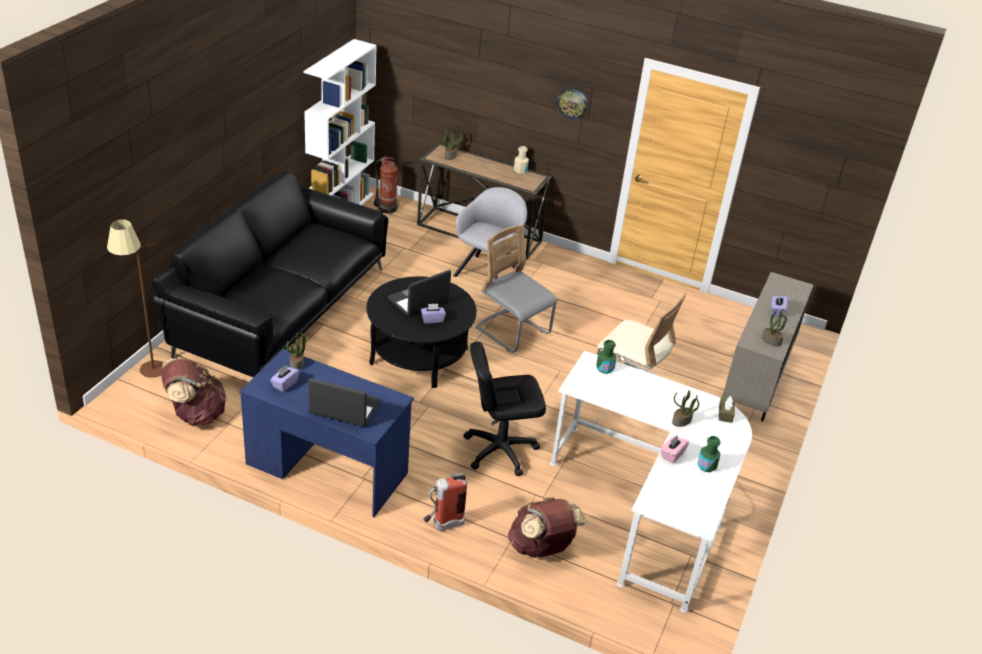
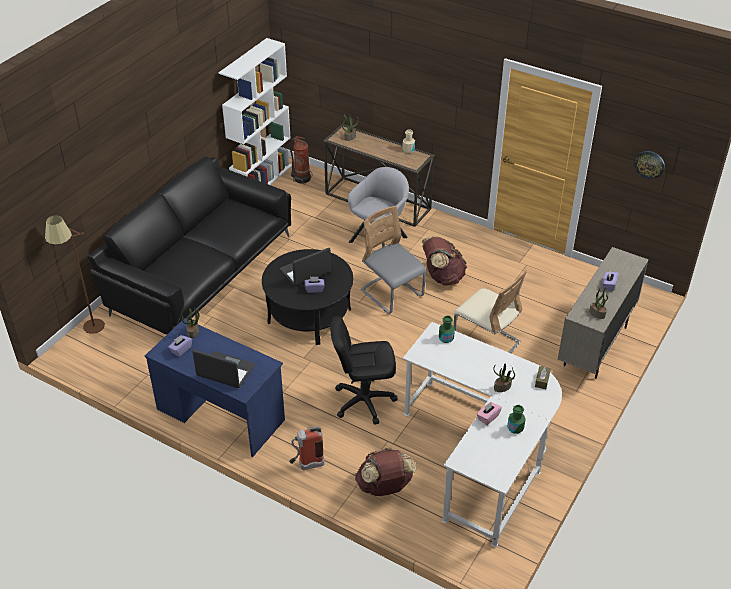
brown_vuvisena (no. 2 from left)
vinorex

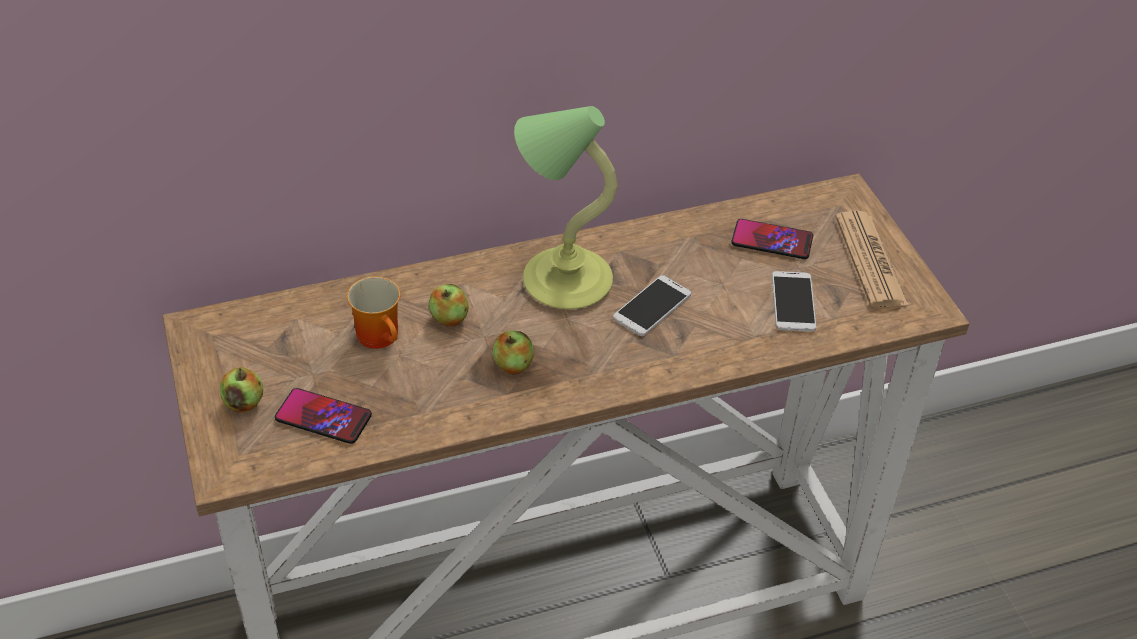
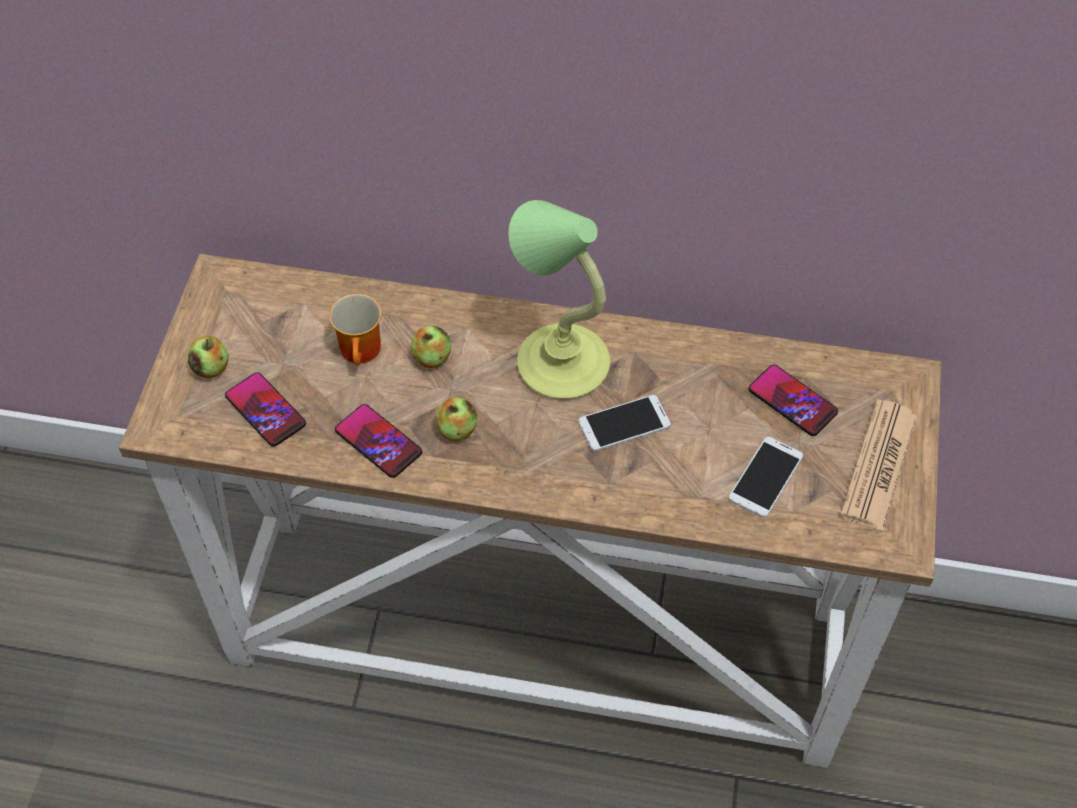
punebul (no. 2 from left)

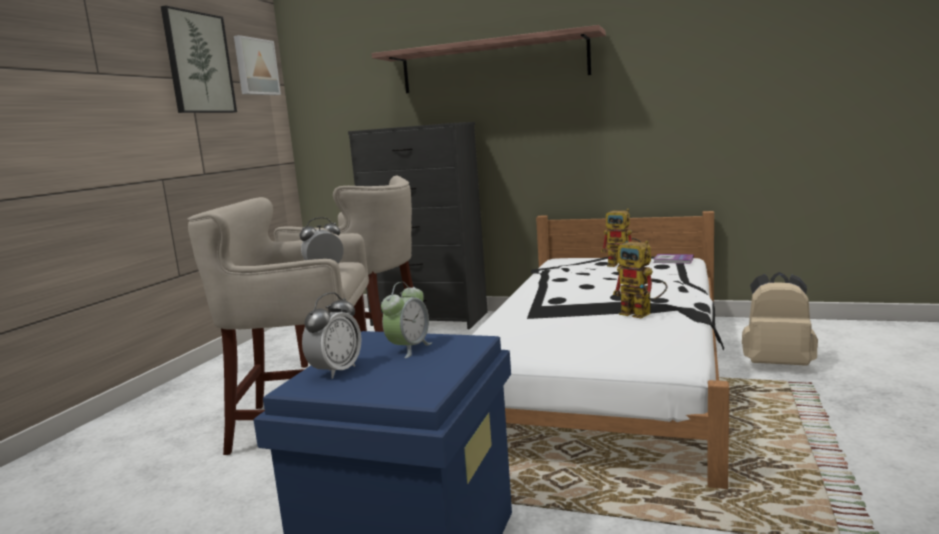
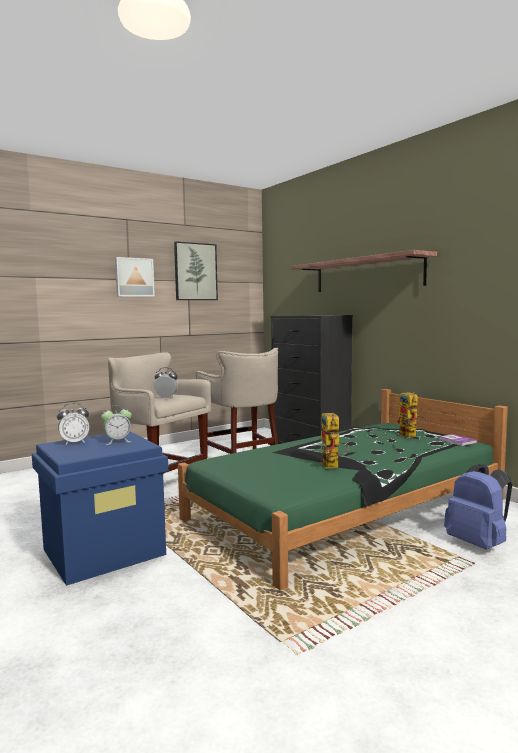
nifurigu (no. 1 from left)
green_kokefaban
blue_vuvisena

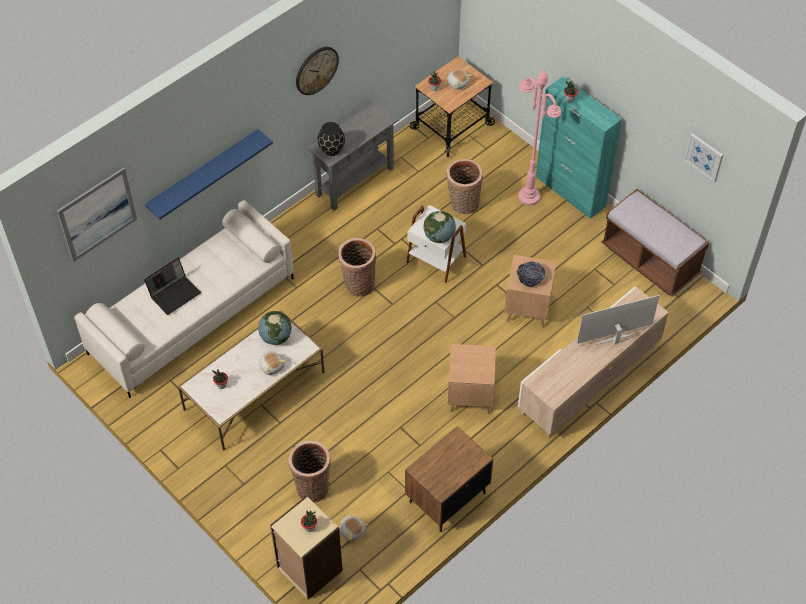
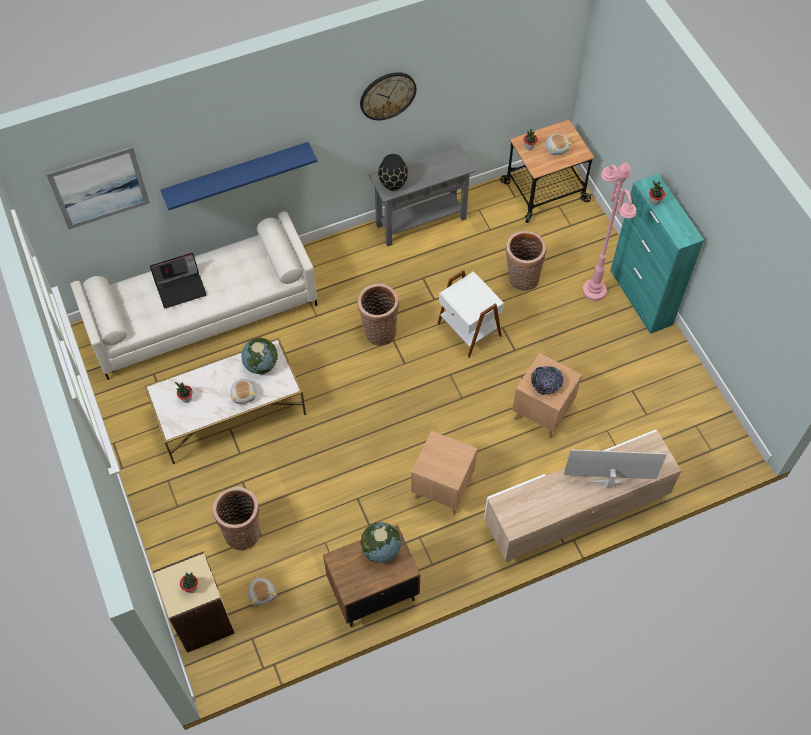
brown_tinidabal
nifurigu (no. 2 from left in the first image)
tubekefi (no. 2 from left)

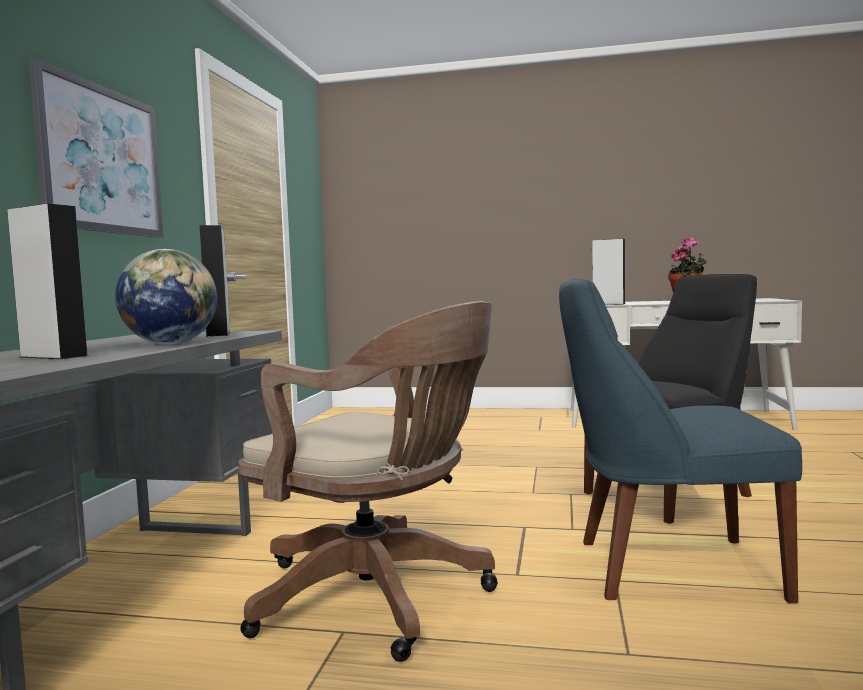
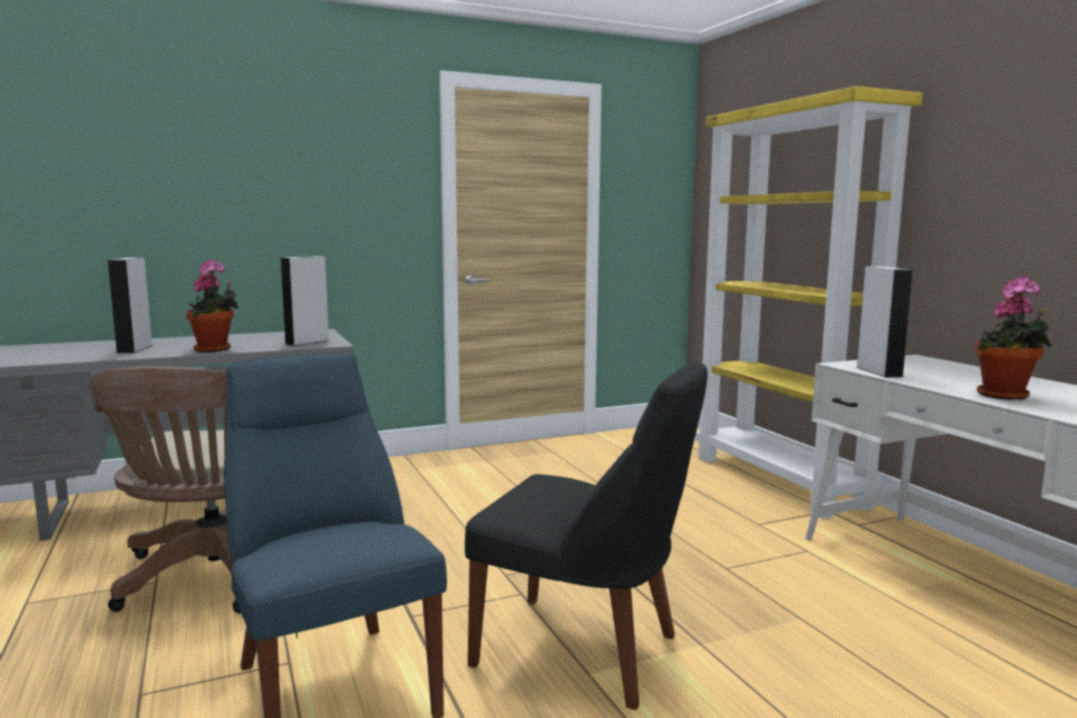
nifurigu
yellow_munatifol
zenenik (no. 1 from left)

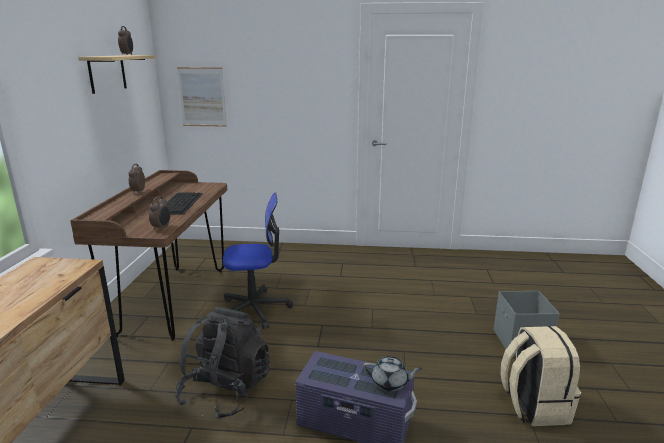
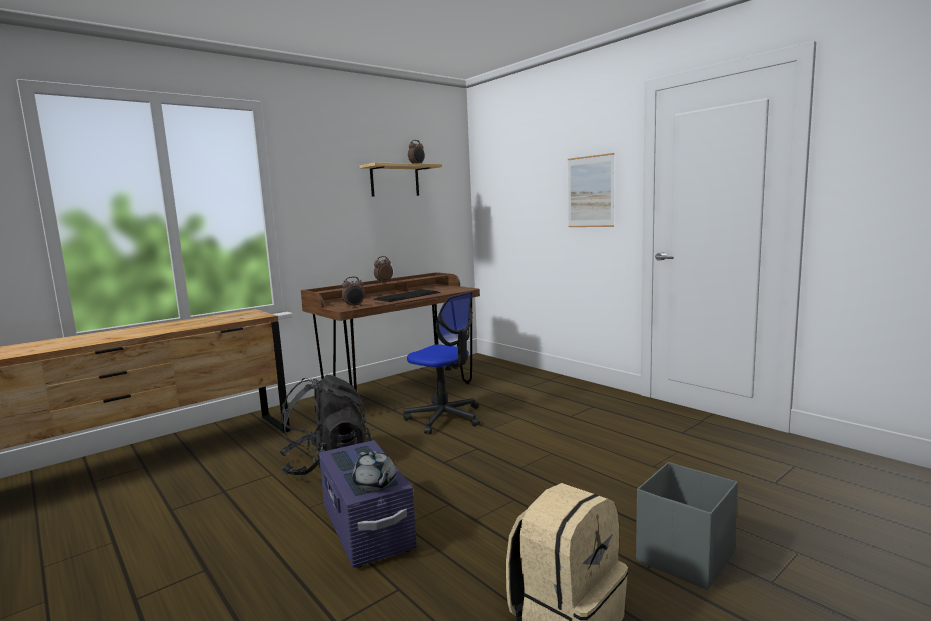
nifurigu

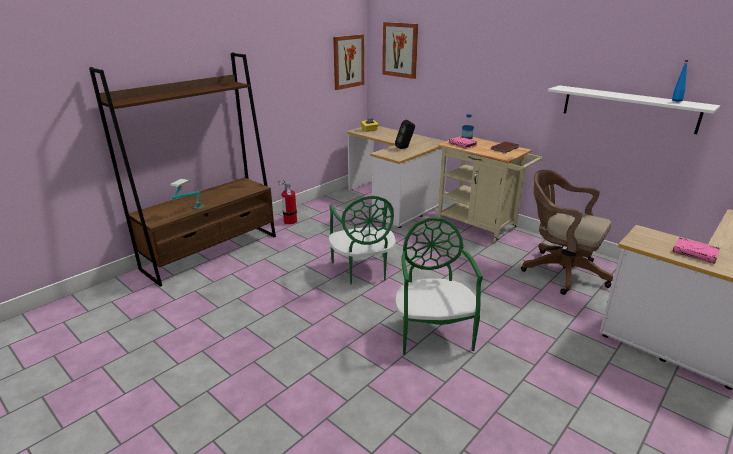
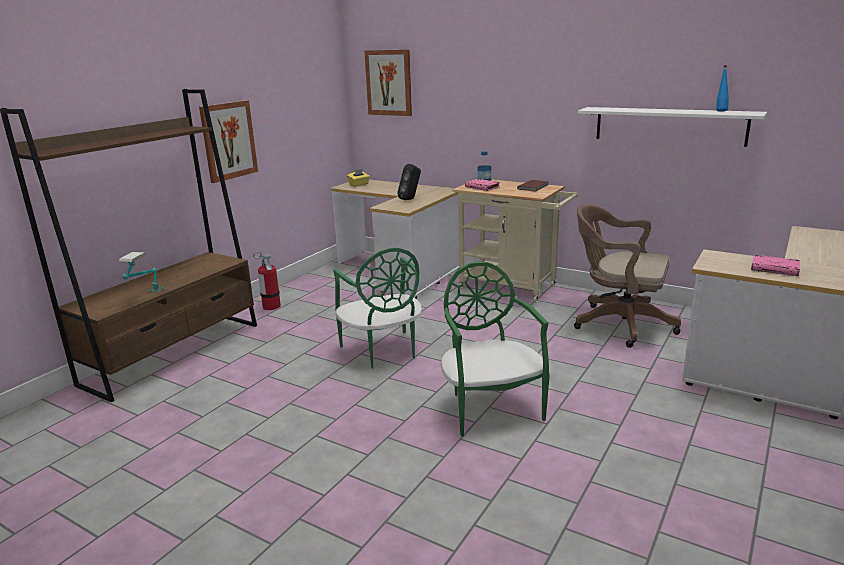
nifurigu (no. 1 from left)

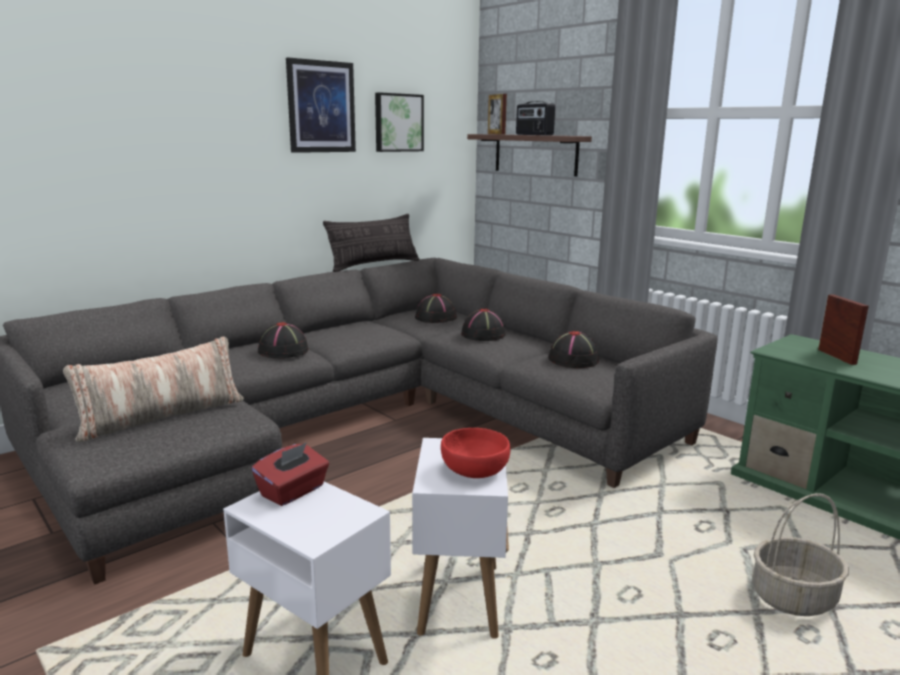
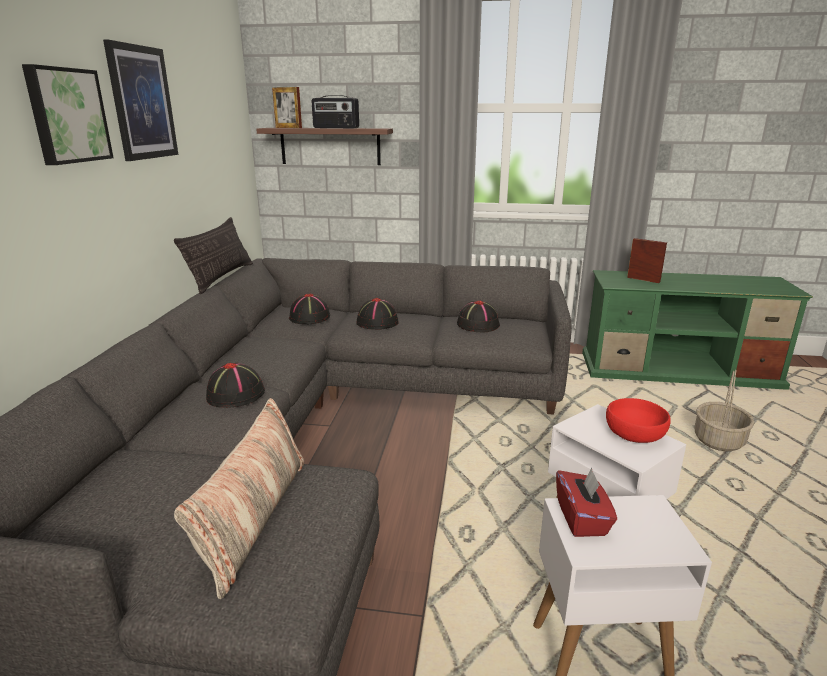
nifurigu (no. 1 from left)

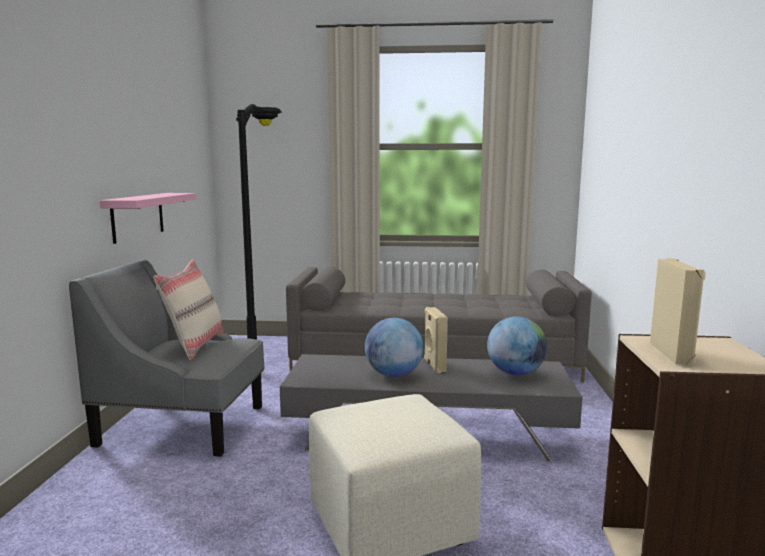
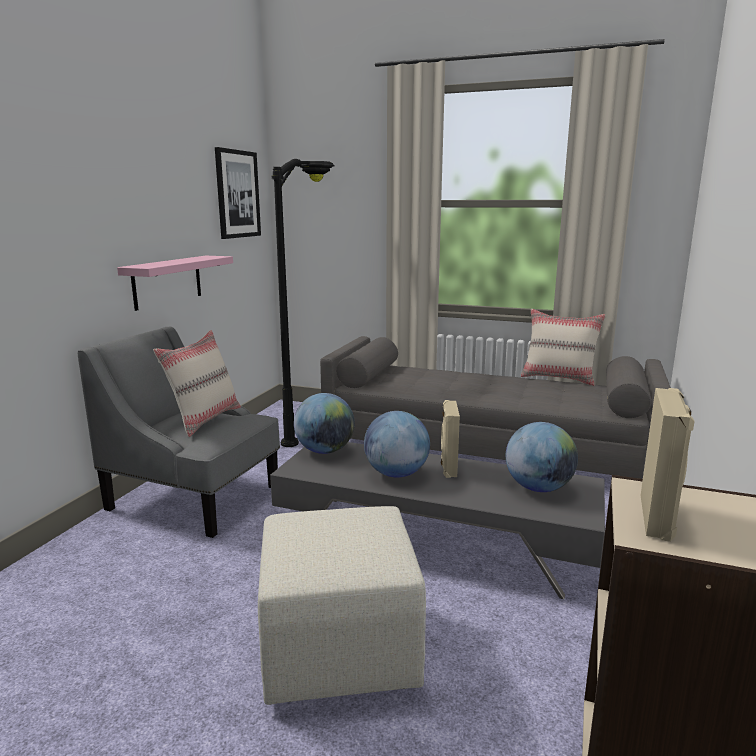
nifurigu
tubekefi (no. 1 from left)
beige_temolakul (no. 2 from left)

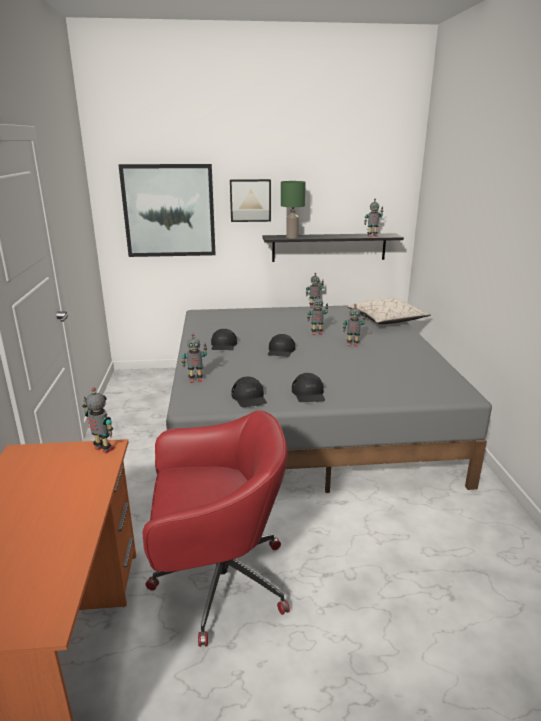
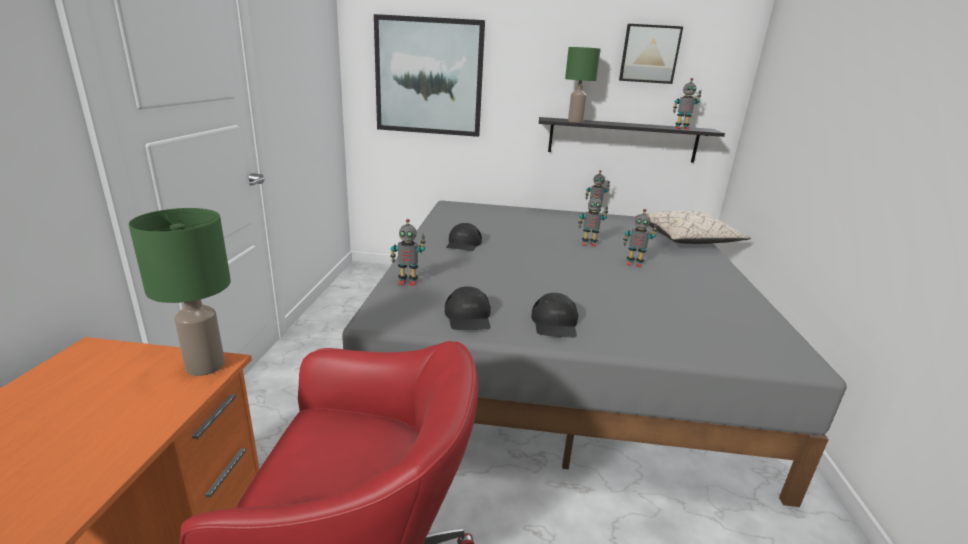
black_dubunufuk (no. 3 from left in the first image)
nifurigu (no. 2 from left)
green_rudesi (no. 1 from left)

